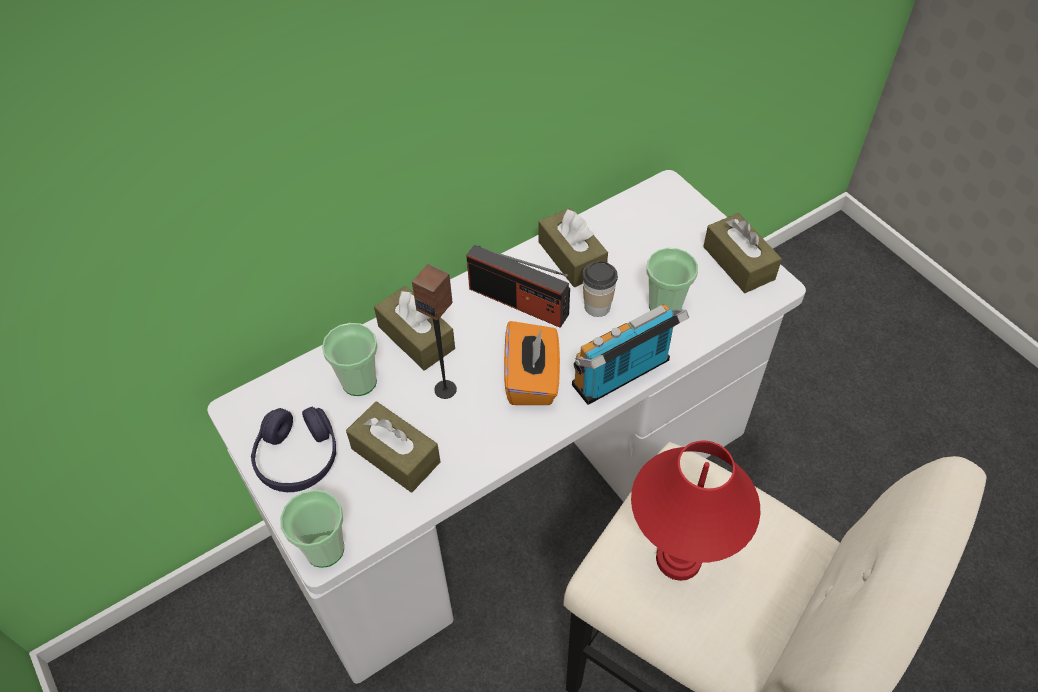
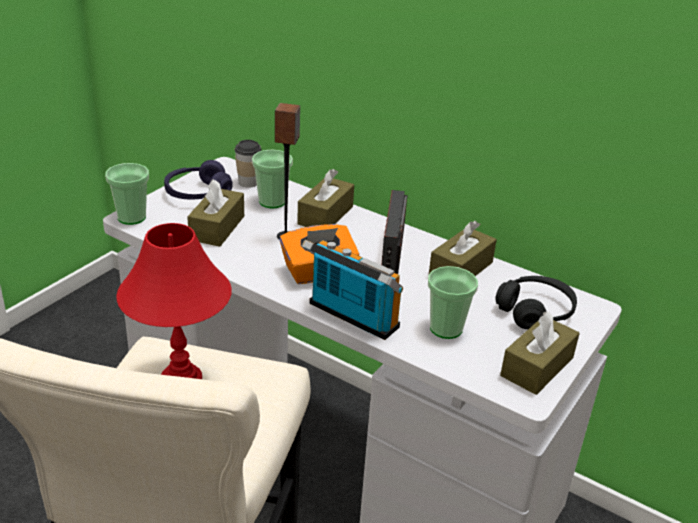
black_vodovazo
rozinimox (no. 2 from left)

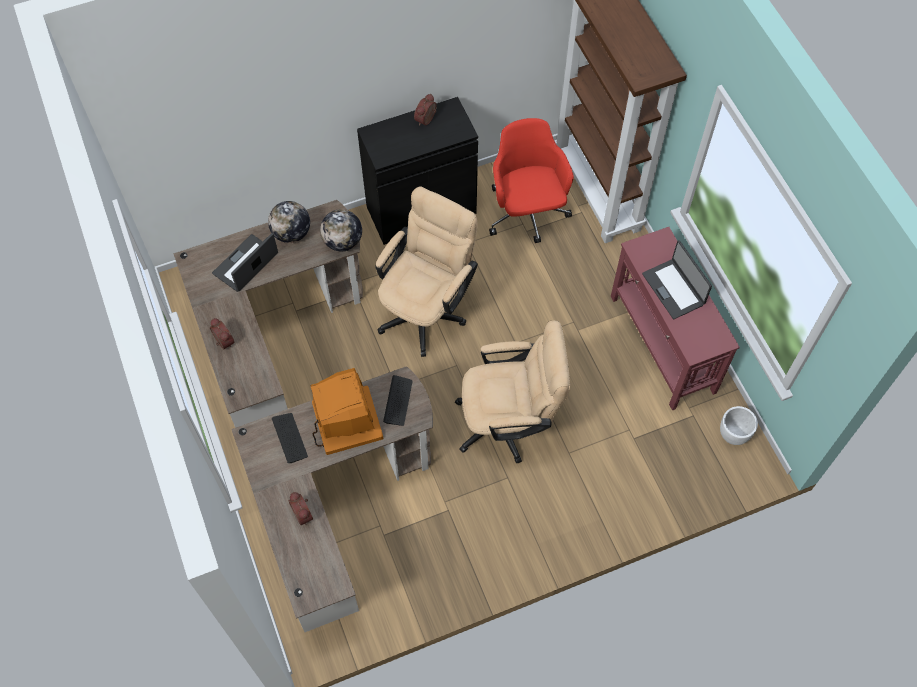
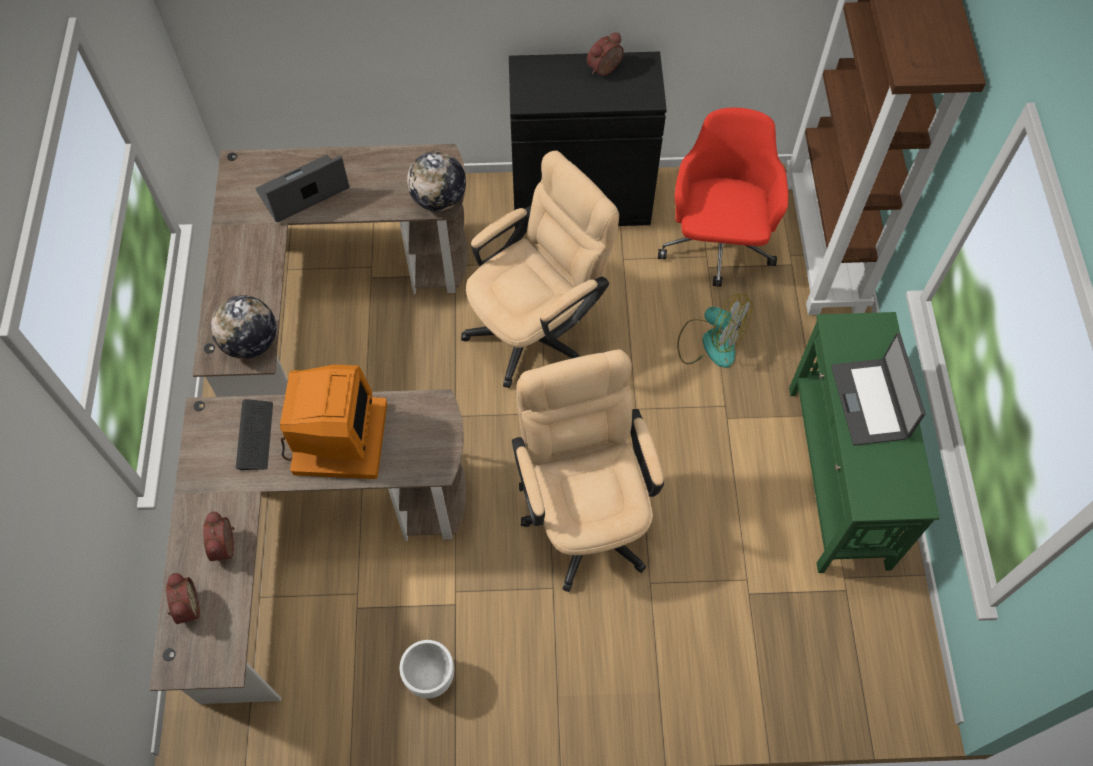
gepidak (no. 2 from left in the first image)
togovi
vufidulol (no. 1 from left)
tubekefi (no. 1 from left)
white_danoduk
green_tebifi
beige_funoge (no. 2 from left)

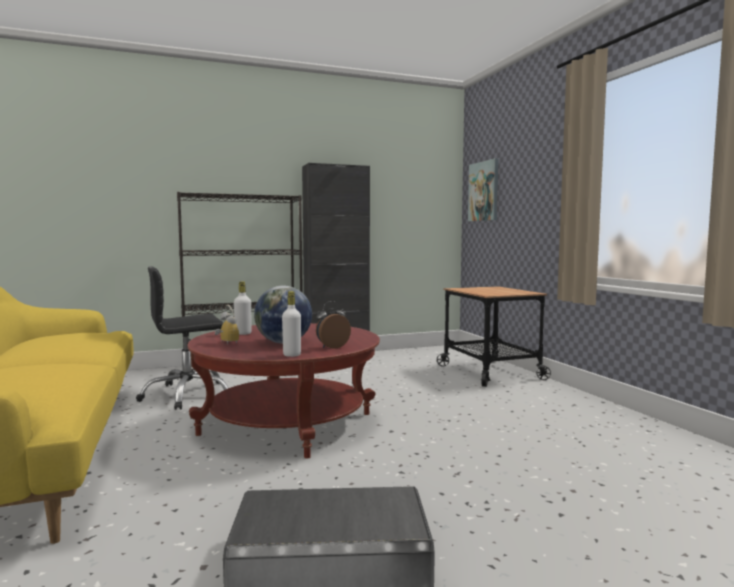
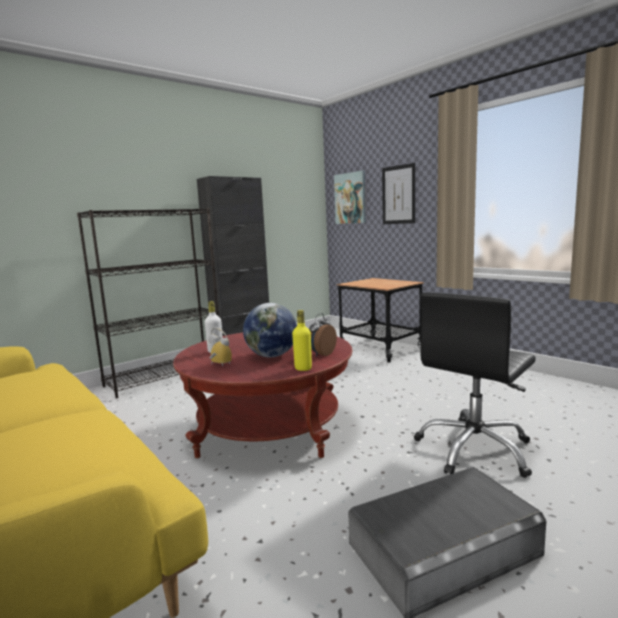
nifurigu (no. 2 from left)
black_funoge
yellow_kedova

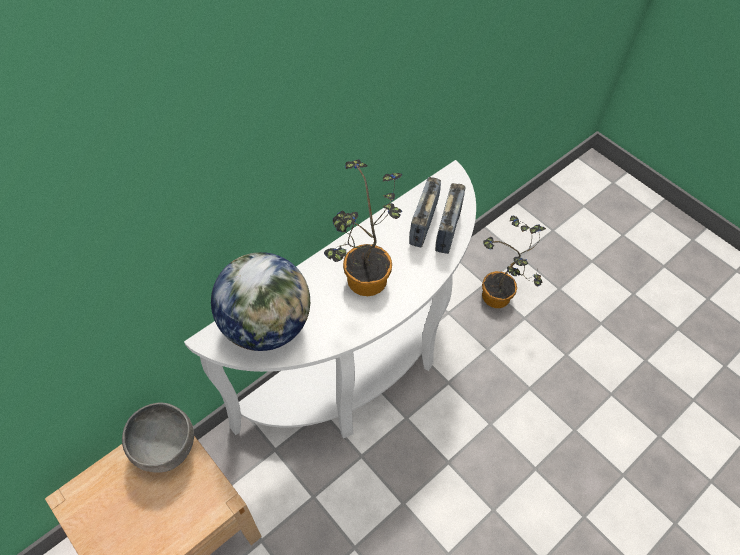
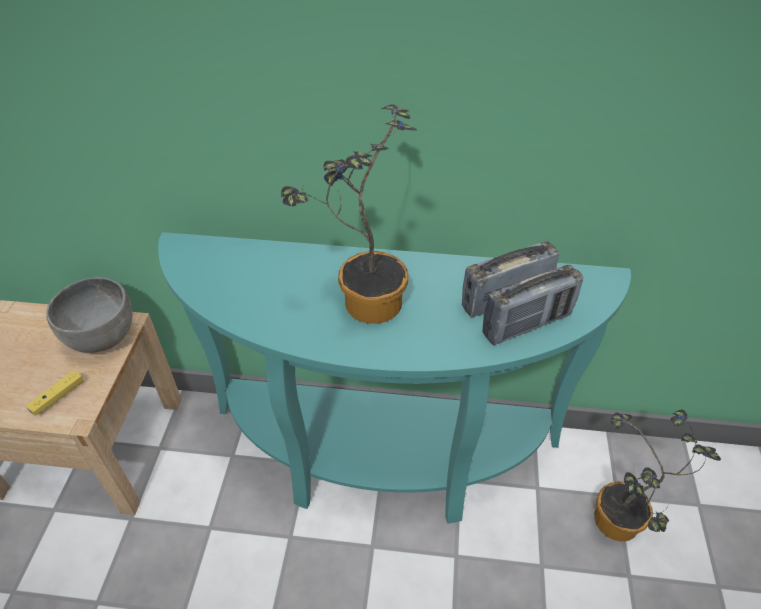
tubekefi
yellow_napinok
turquoise_tebifi

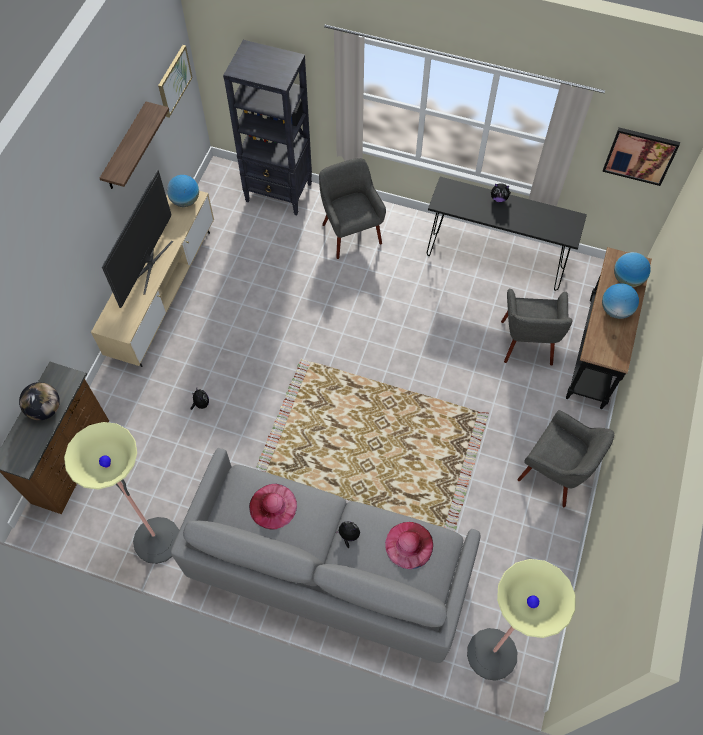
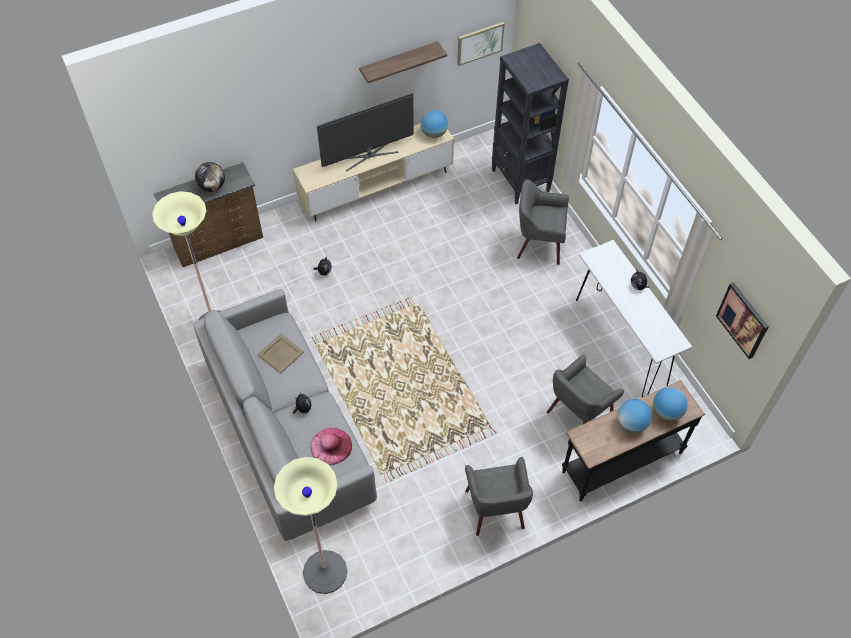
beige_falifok
white_tebifi
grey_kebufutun (no. 2 from left)

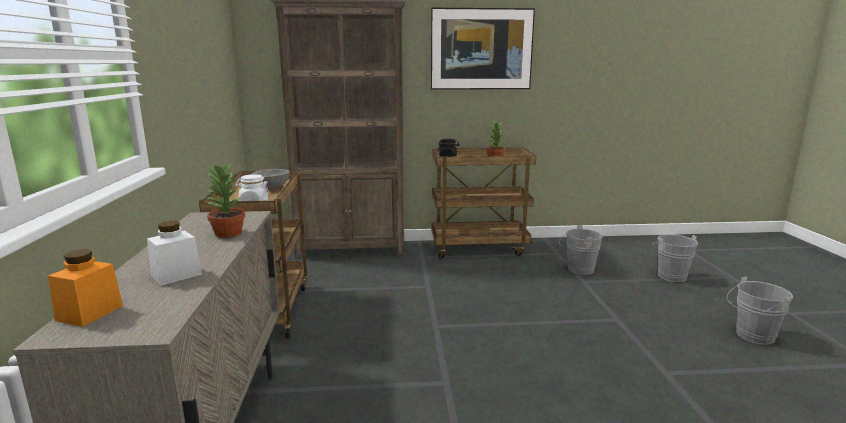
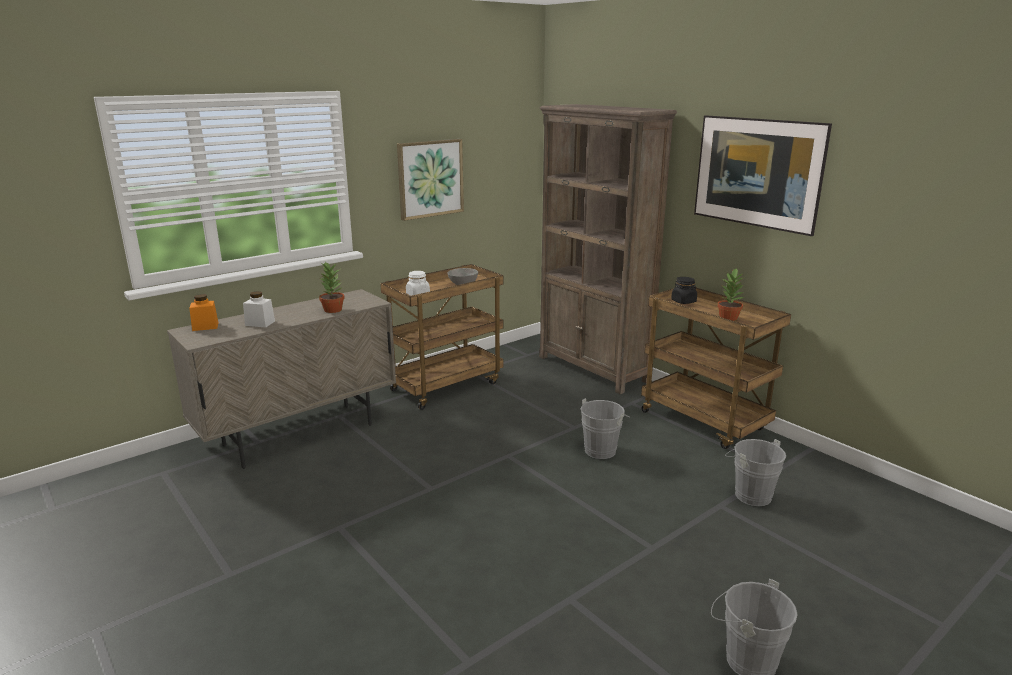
nifurigu (no. 1 from left)
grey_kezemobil (no. 1 from left)

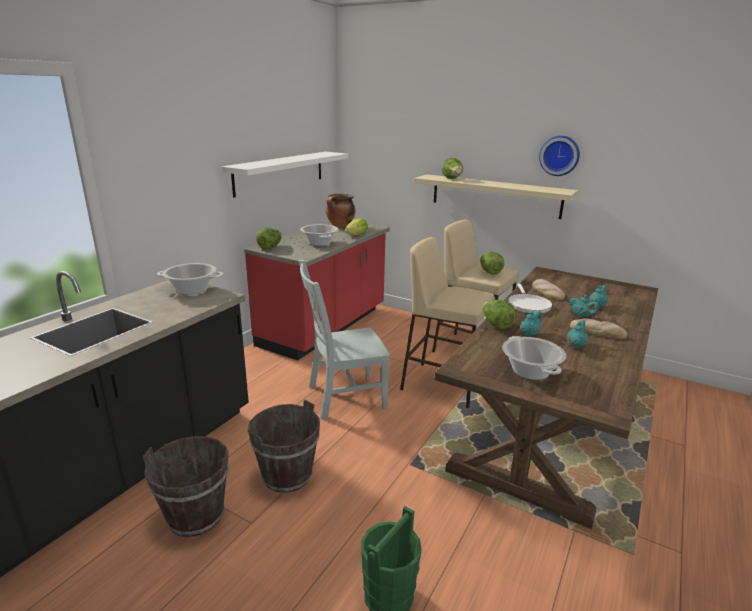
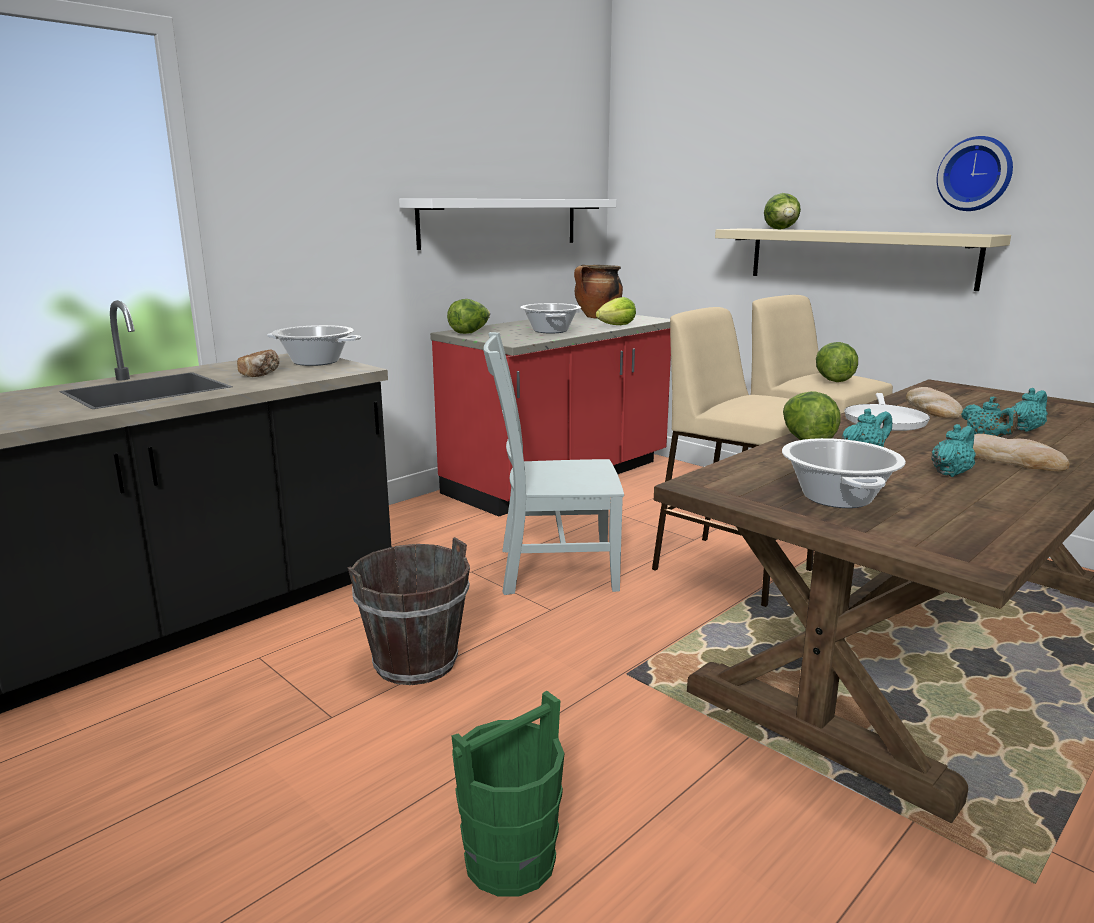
brown_kezemobil (no. 1 from left in the first image)
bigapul (no. 1 from left)

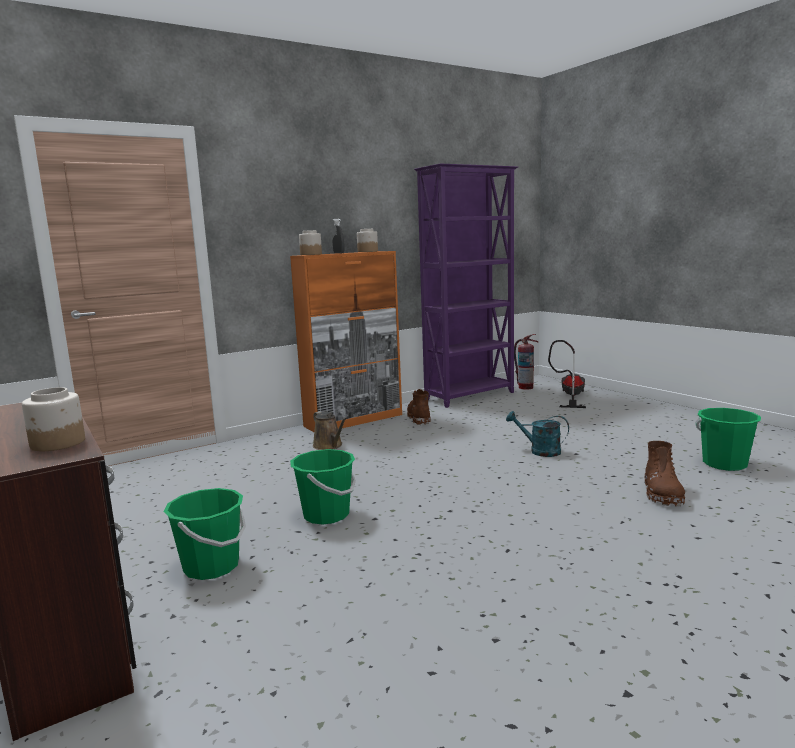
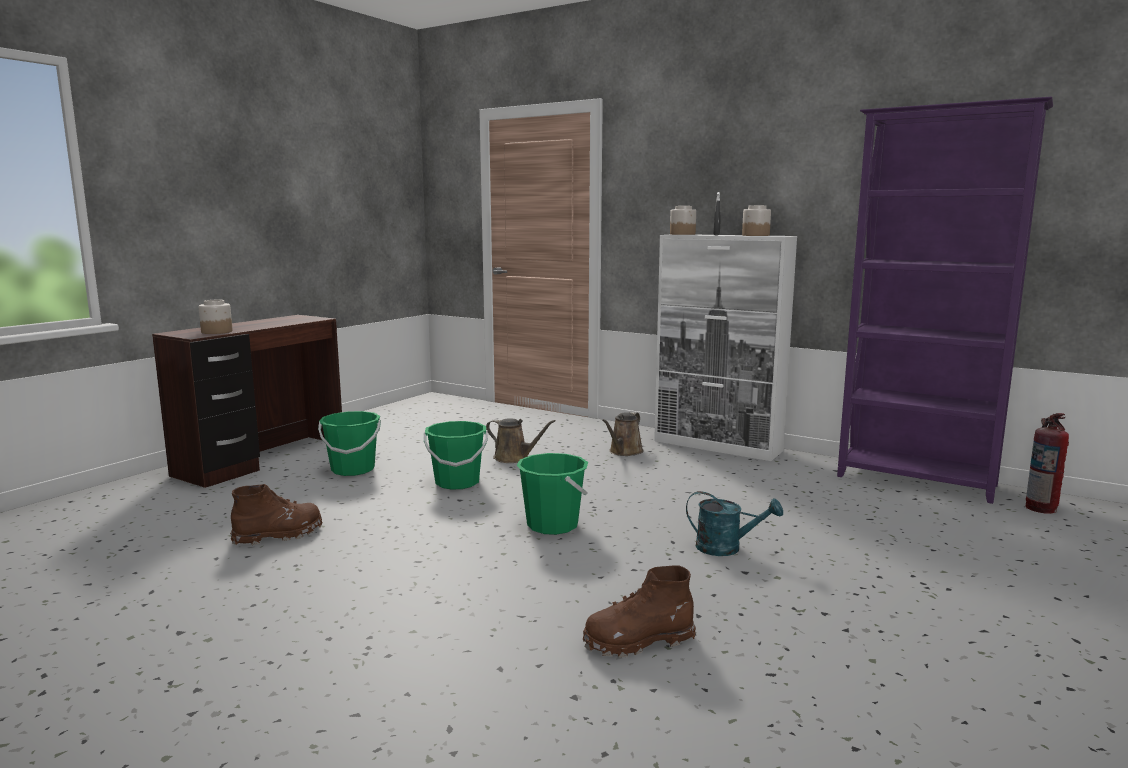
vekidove
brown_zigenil (no. 1 from left)
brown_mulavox (no. 1 from left)
green_kezemobil (no. 3 from left)
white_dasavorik
turquoise_zigenil

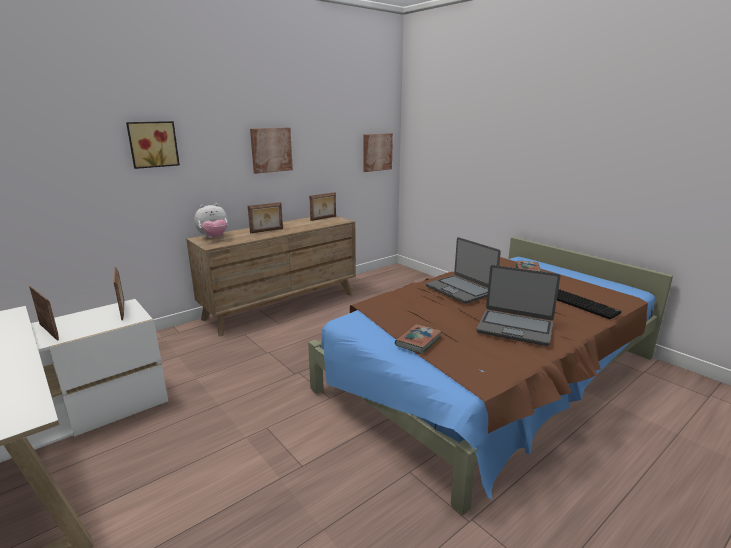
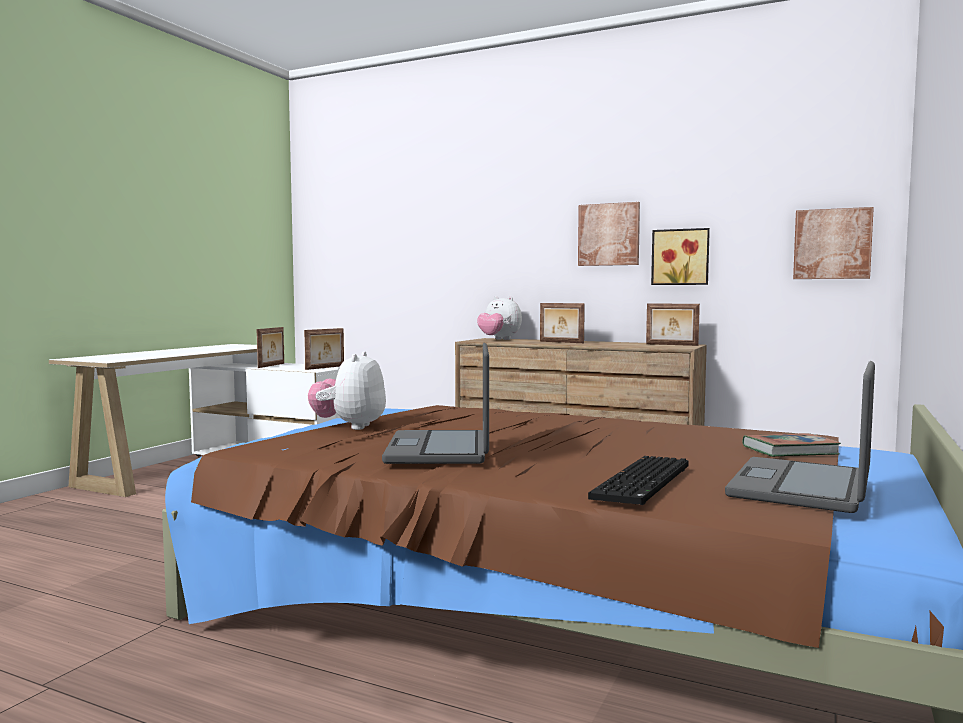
nifurigu (no. 2 from left)
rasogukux (no. 2 from left)
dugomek (no. 1 from left)

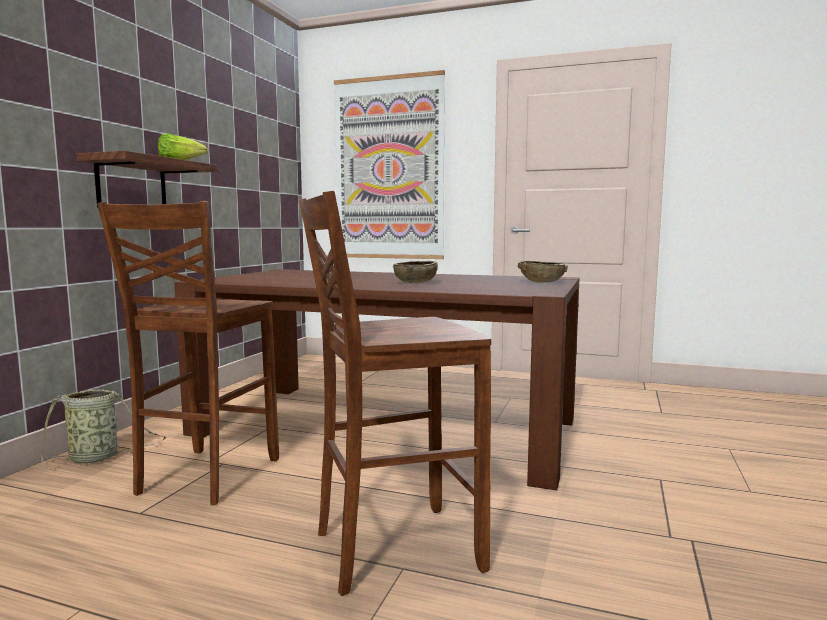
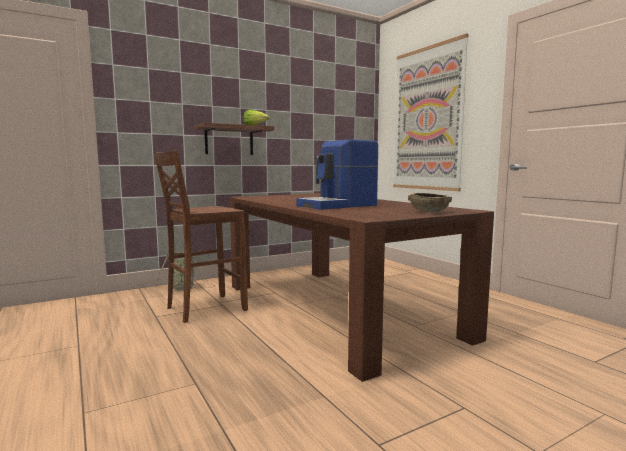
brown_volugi (no. 2 from left in the first image)
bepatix

